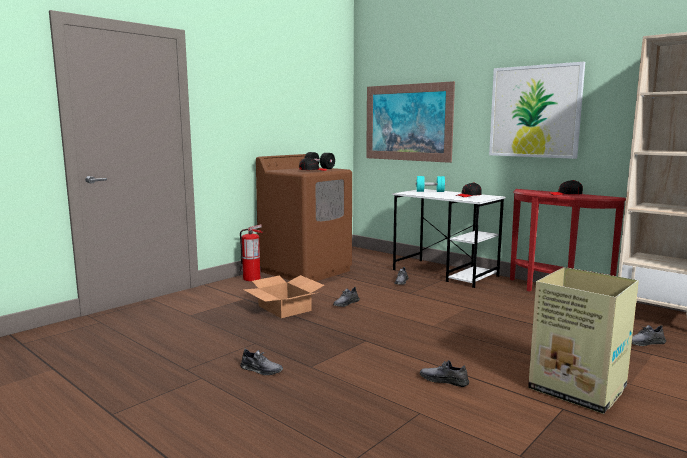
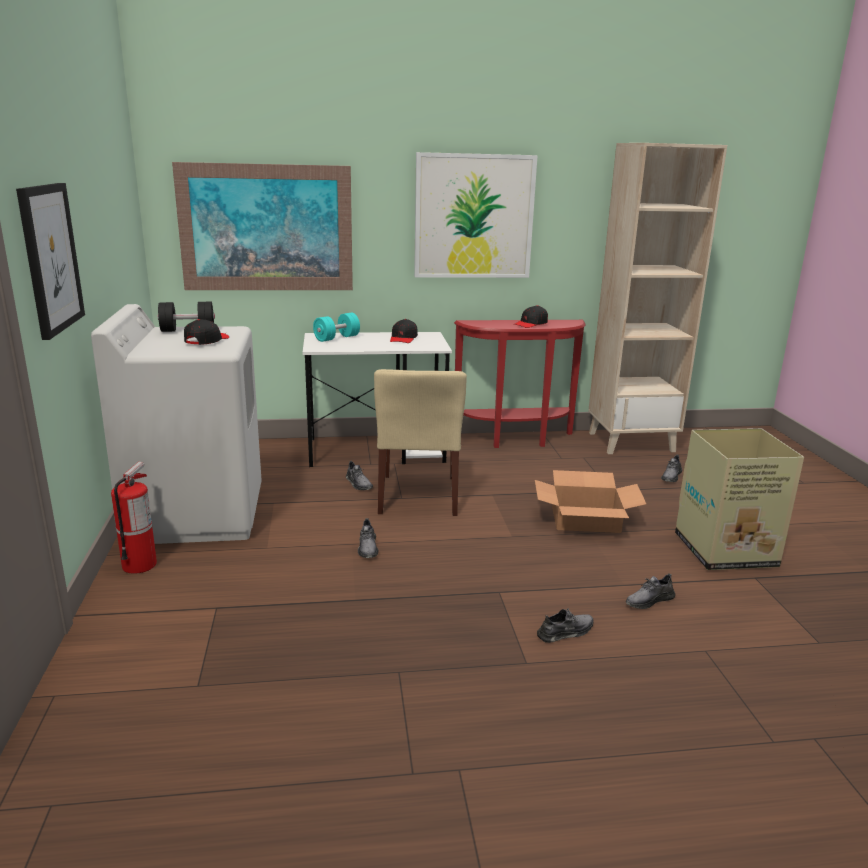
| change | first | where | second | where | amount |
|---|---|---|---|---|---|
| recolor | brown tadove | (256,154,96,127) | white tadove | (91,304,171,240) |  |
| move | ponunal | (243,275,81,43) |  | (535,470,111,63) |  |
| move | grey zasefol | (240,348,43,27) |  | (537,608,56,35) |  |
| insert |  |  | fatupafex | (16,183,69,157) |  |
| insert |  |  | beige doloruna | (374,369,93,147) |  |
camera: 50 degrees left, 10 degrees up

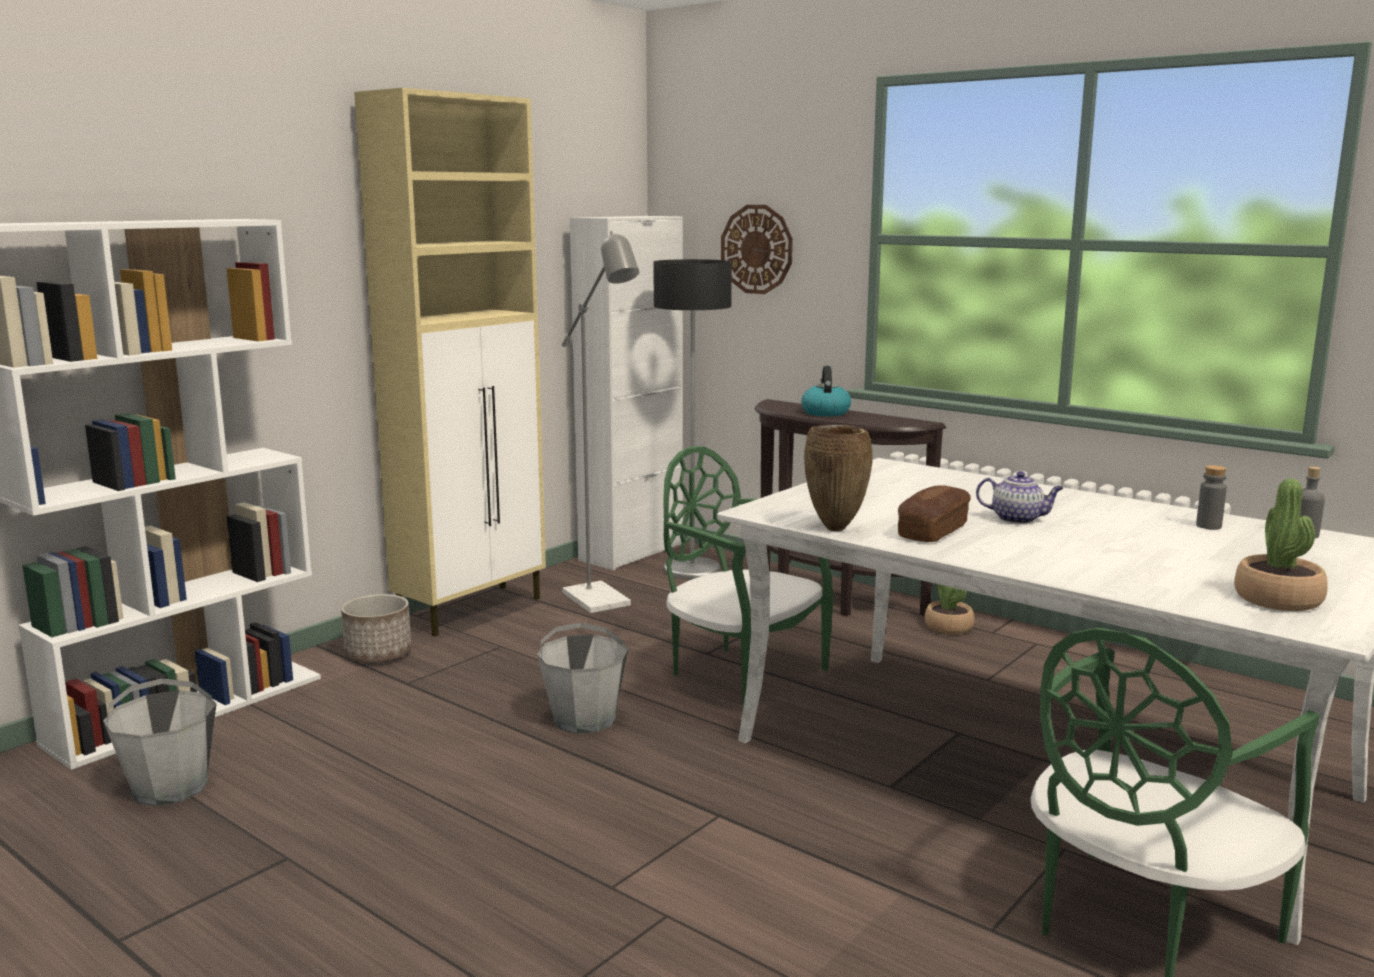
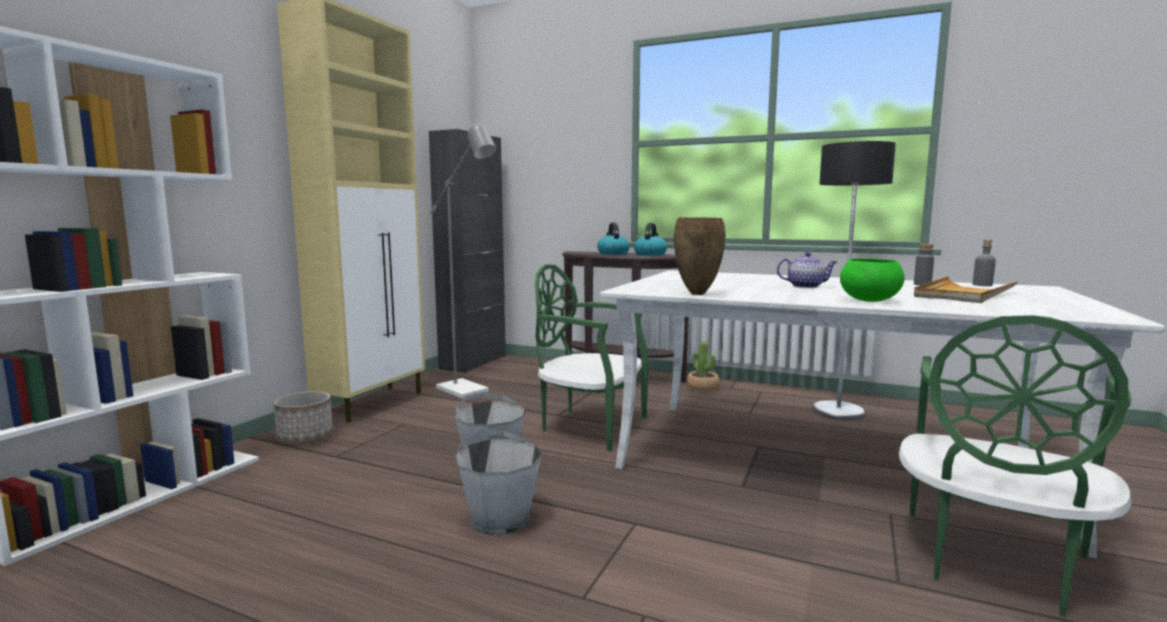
| change | first | where | second | where | amount |
|---|---|---|---|---|---|
| delete | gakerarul | (721,205,72,89) |  |  |  |
| recolor | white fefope | (570,216,113,354) | black fefope | (429,129,77,244) |  |
| move | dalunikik | (653,259,79,321) |  | (813,141,83,279) |  |
| delete | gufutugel | (1234,478,93,133) |  |  |  |
| delete | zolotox | (898,485,73,57) |  |  |  |
| move | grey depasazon | (103,678,114,128) |  | (455,430,87,105) |  |
| insert |  |  | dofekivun | (634,223,33,33) |  |
| insert |  |  | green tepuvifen | (840,258,65,44) |  |
| insert |  |  | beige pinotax | (914,276,105,27) |  |
camera: 15 degrees left, 5 degrees down

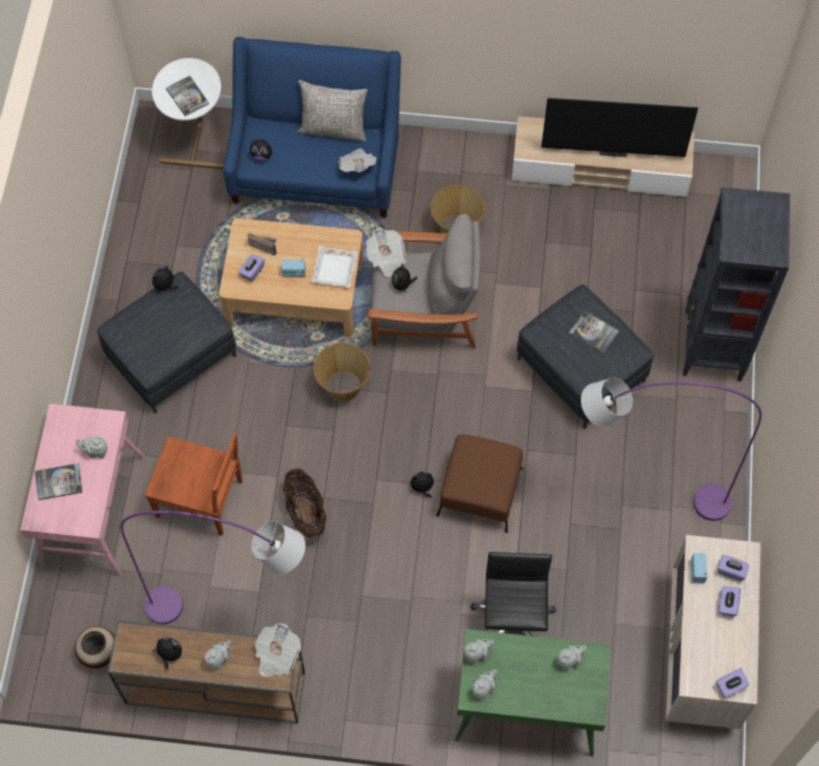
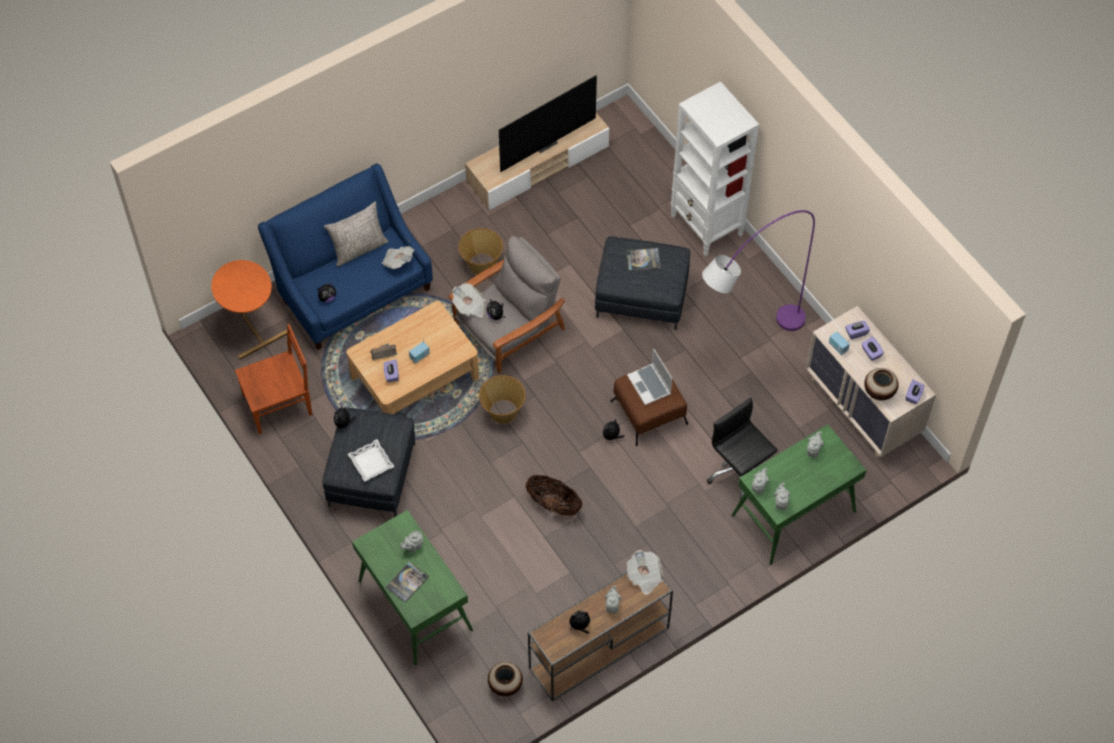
| change | first | where | second | where | amount |
|---|---|---|---|---|---|
| recolor | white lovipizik | (152,58,72,111) | orange lovipizik | (211,260,76,100) |  |
| delete | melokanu | (166,76,43,40) |  |  |  |
| recolor | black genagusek | (683,187,107,194) | white genagusek | (670,81,89,175) |  |
| move | white pinotax | (311,246,46,42) |  | (348,439,46,43) |  |
| recolor | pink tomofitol | (20,404,125,172) | green tomofitol | (352,510,121,155) |  |
| move | brown doloruna | (145,432,98,104) |  | (235,324,77,110) |  |
| delete | purple dalunikik | (121,511,184,113) |  |  |  |
| insert |  |  | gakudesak | (627,349,45,56) |  |
| insert |  |  | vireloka | (864,368,35,32) |  |
camera: 40 degrees left, 5 degrees down

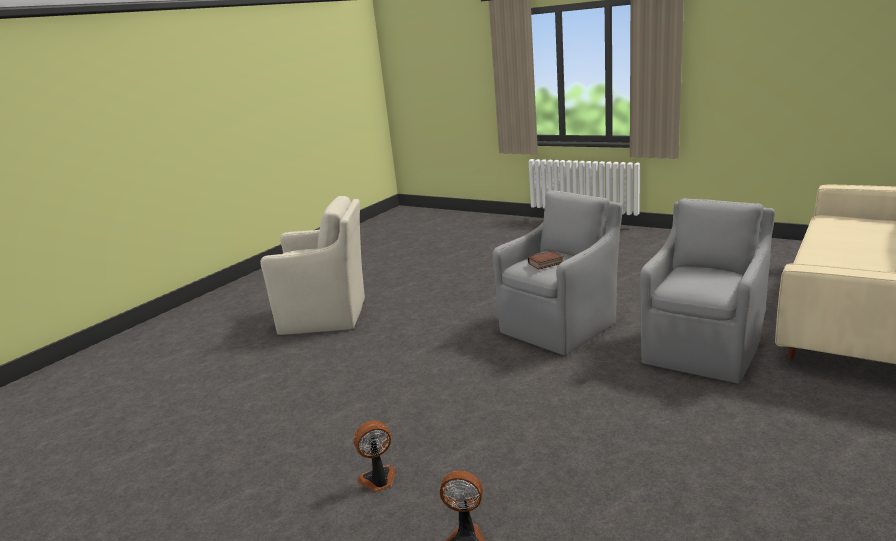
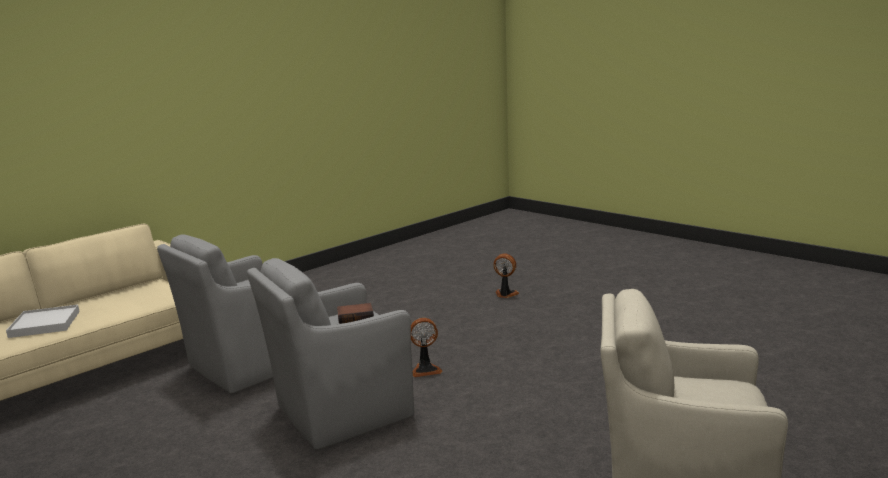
| change | first | where | second | where | amount |
|---|---|---|---|---|---|
| move | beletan | (353,420,42,72) |  | (411,318,32,59) |  |
| insert |  |  | white pinotax | (6,305,74,33) |  |
camera: 170 degrees left, 5 degrees down

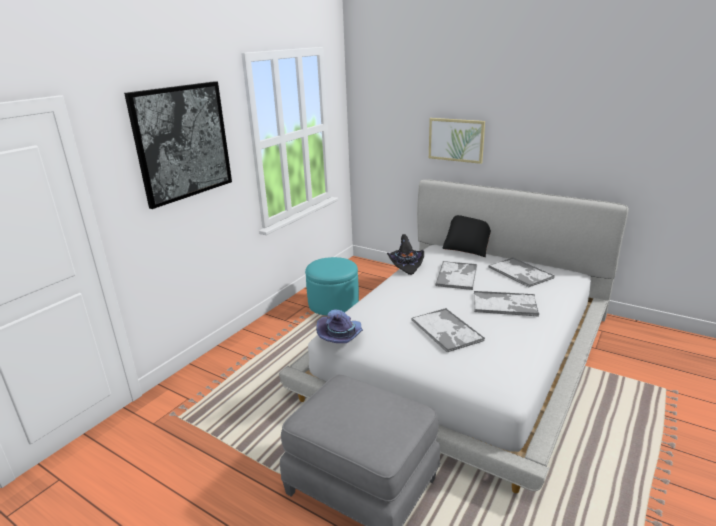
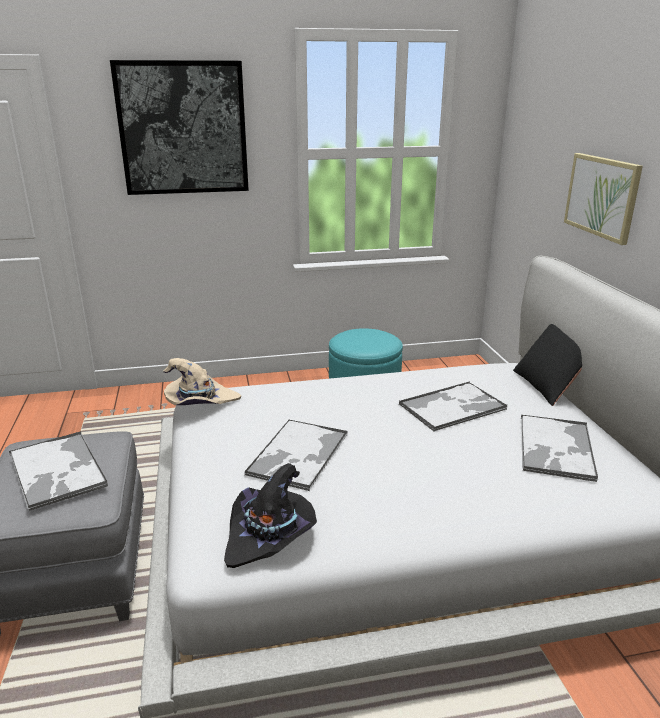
| change | first | where | second | where | amount |
|---|---|---|---|---|---|
| move | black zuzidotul | (387,234,37,41) |  | (224,463,93,105) |  |
| move | pinotax | (474,291,65,26) |  | (9,431,99,80) |  |
| recolor | purple zuzidotul | (316,309,47,34) | beige zuzidotul | (163,358,78,47) |  |
camera: 45 degrees right, 0 degrees up

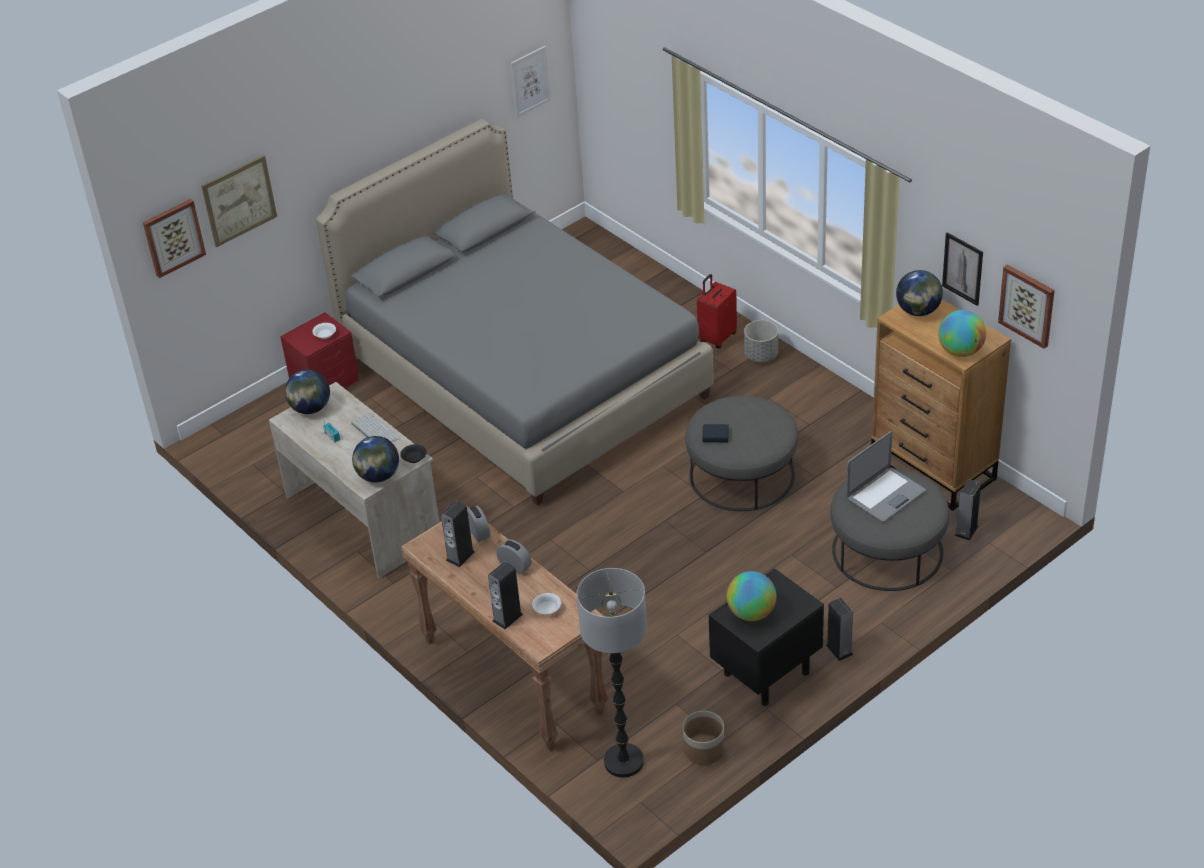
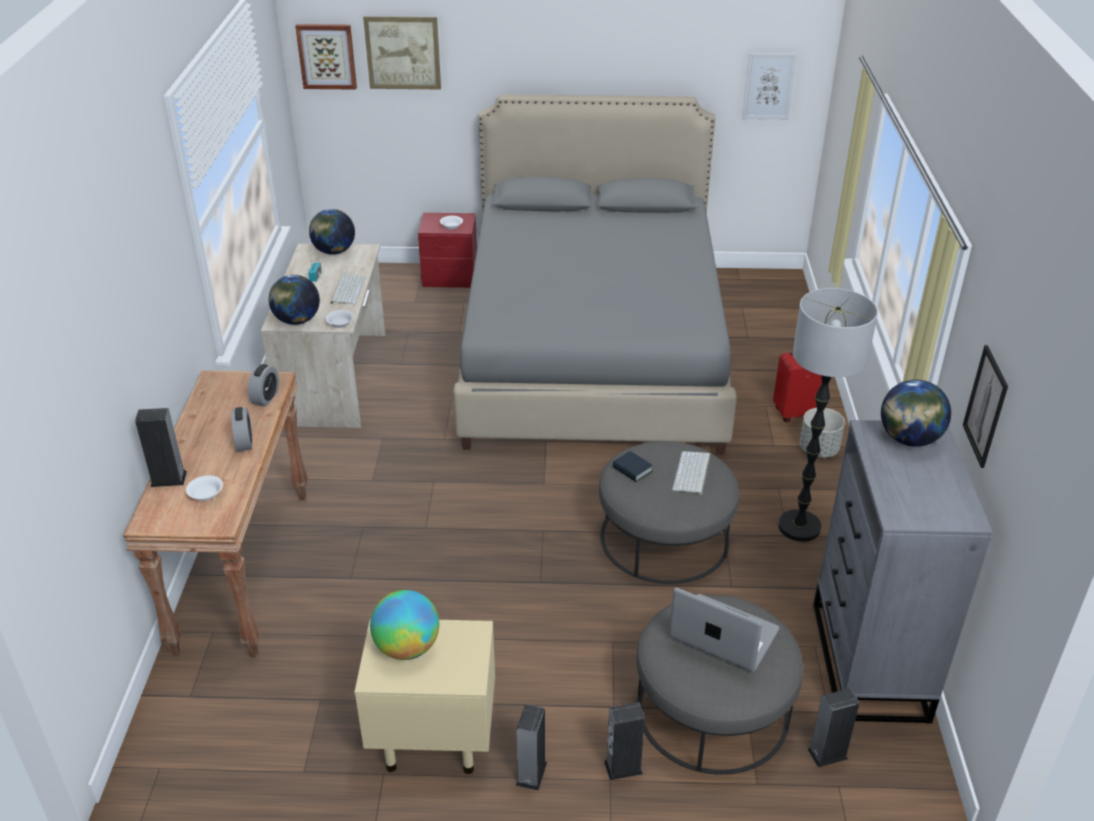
| change | first | where | second | where | amount |
|---|---|---|---|---|---|
| delete | fatupafex | (998,264,57,85) |  |  |  |
| recolor | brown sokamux | (871,300,140,211) | grey sokamux | (813,420,180,303) |  |
| delete | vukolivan | (938,310,48,47) |  |  |  |
| rotate | gakudesak | (846,431,80,91) |  | (669,587,110,85) | 150 degrees counterclockwise |
| recolor | black tepuvifen | (400,444,27,19) | white tepuvifen | (325,310,29,18) |  |
| move | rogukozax | (441,500,34,67) |  | (604,703,41,77) |  |
| move | dalunikik | (577,568,70,210) |  | (778,288,100,254) |  |
| recolor | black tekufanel | (709,568,115,138) | beige tekufanel | (355,618,140,156) |  |
| delete | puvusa | (682,711,43,54) |  |  |  |
| insert |  |  | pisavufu | (672,451,39,44) |  |
camera: 40 degrees right, 5 degrees down

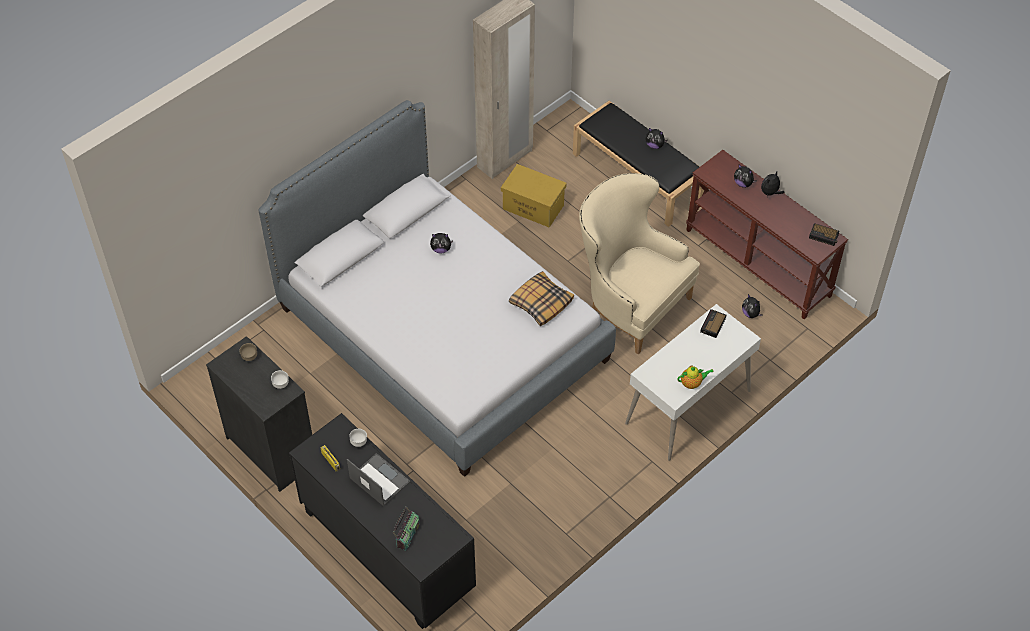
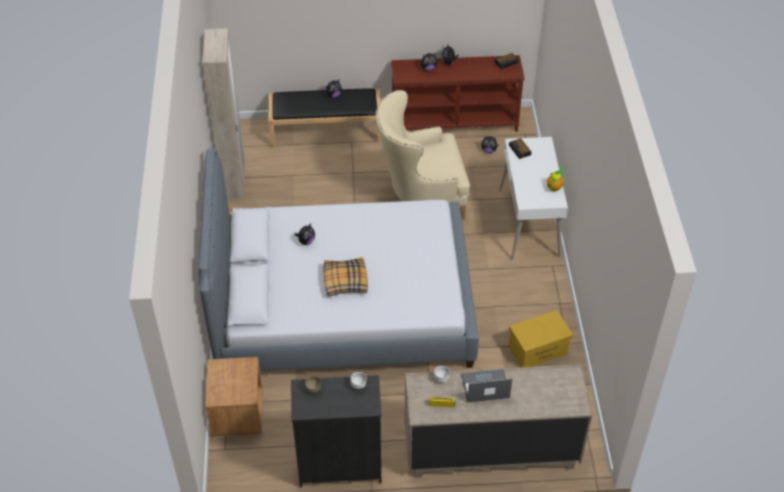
| change | first | where | second | where | amount |
|---|---|---|---|---|---|
| move | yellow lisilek | (501,164,66,64) |  | (509,310,64,57) |  |
| move | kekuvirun | (509,271,65,55) |  | (324,257,44,39) |  |
| recolor | black sokamux | (289,413,187,216) | beige sokamux | (404,364,188,114) |  |
| delete | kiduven | (393,506,27,45) |  |  |  |
| insert |  |  | brown tekufanel | (205,357,58,79) |  |
camera: 50 degrees left, 5 degrees down

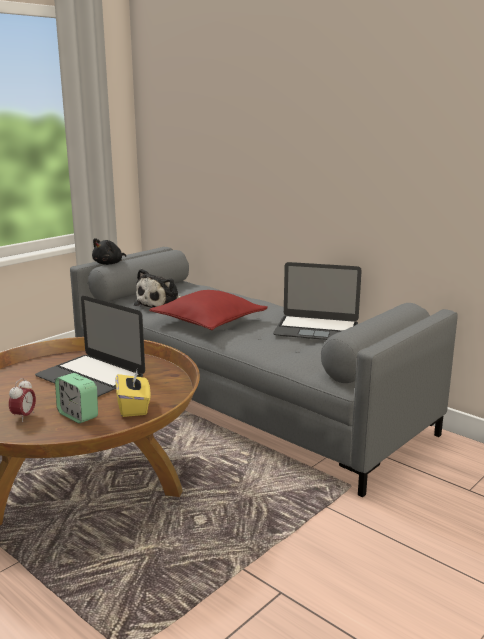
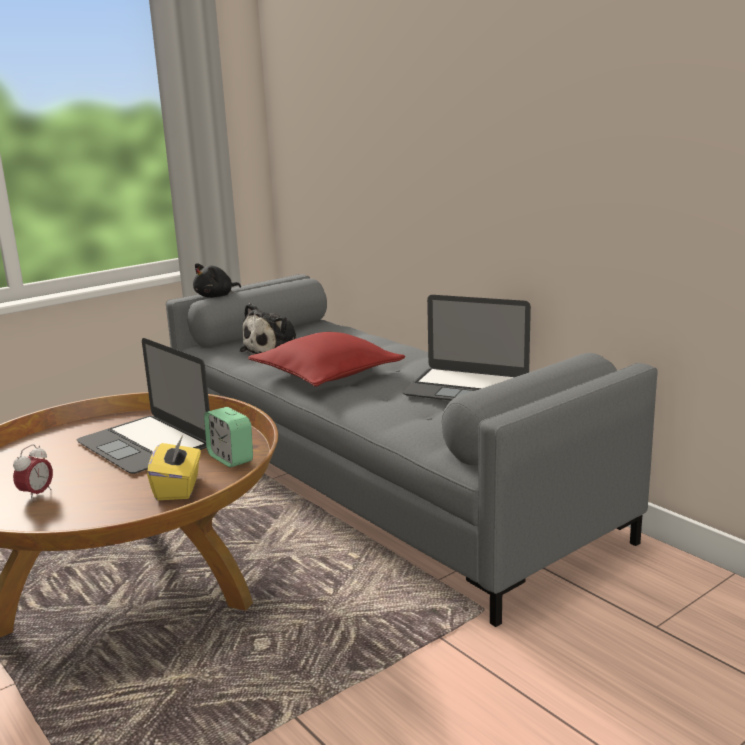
| change | first | where | second | where | amount |
|---|---|---|---|---|---|
| move | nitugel | (55,373,43,50) |  | (204,407,49,60) |  |
camera: 10 degrees right, 0 degrees up

